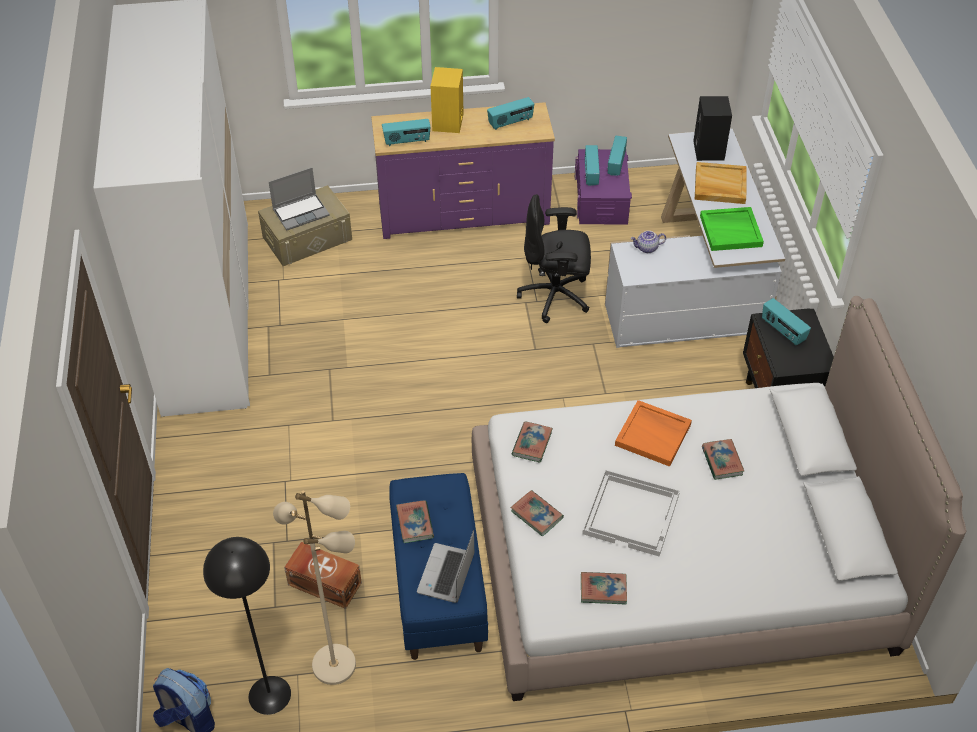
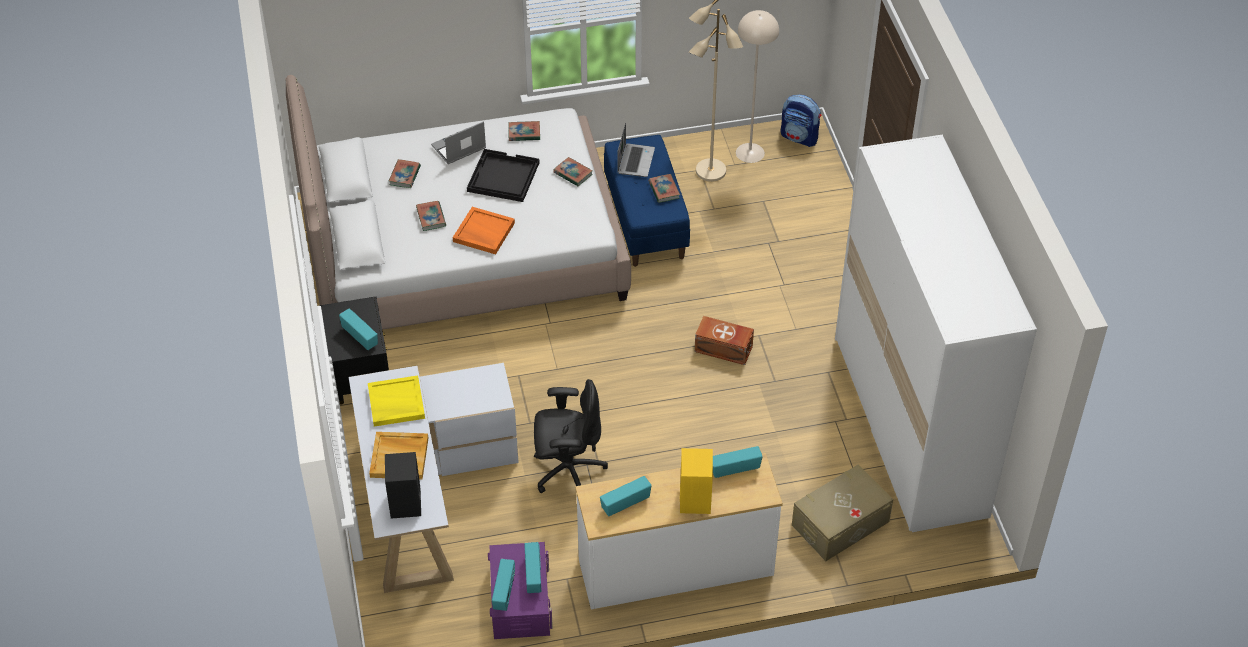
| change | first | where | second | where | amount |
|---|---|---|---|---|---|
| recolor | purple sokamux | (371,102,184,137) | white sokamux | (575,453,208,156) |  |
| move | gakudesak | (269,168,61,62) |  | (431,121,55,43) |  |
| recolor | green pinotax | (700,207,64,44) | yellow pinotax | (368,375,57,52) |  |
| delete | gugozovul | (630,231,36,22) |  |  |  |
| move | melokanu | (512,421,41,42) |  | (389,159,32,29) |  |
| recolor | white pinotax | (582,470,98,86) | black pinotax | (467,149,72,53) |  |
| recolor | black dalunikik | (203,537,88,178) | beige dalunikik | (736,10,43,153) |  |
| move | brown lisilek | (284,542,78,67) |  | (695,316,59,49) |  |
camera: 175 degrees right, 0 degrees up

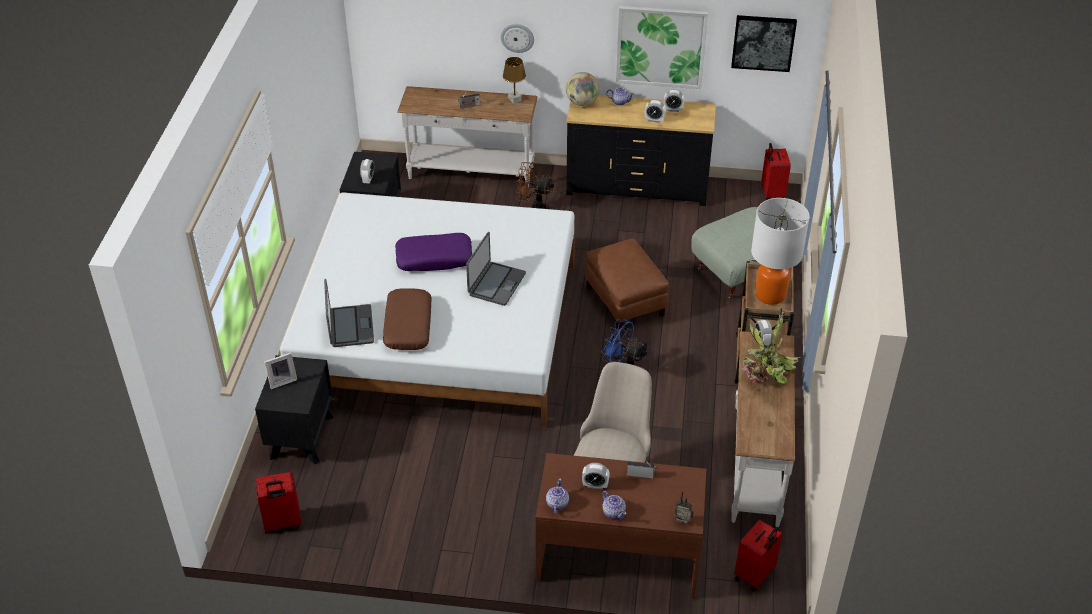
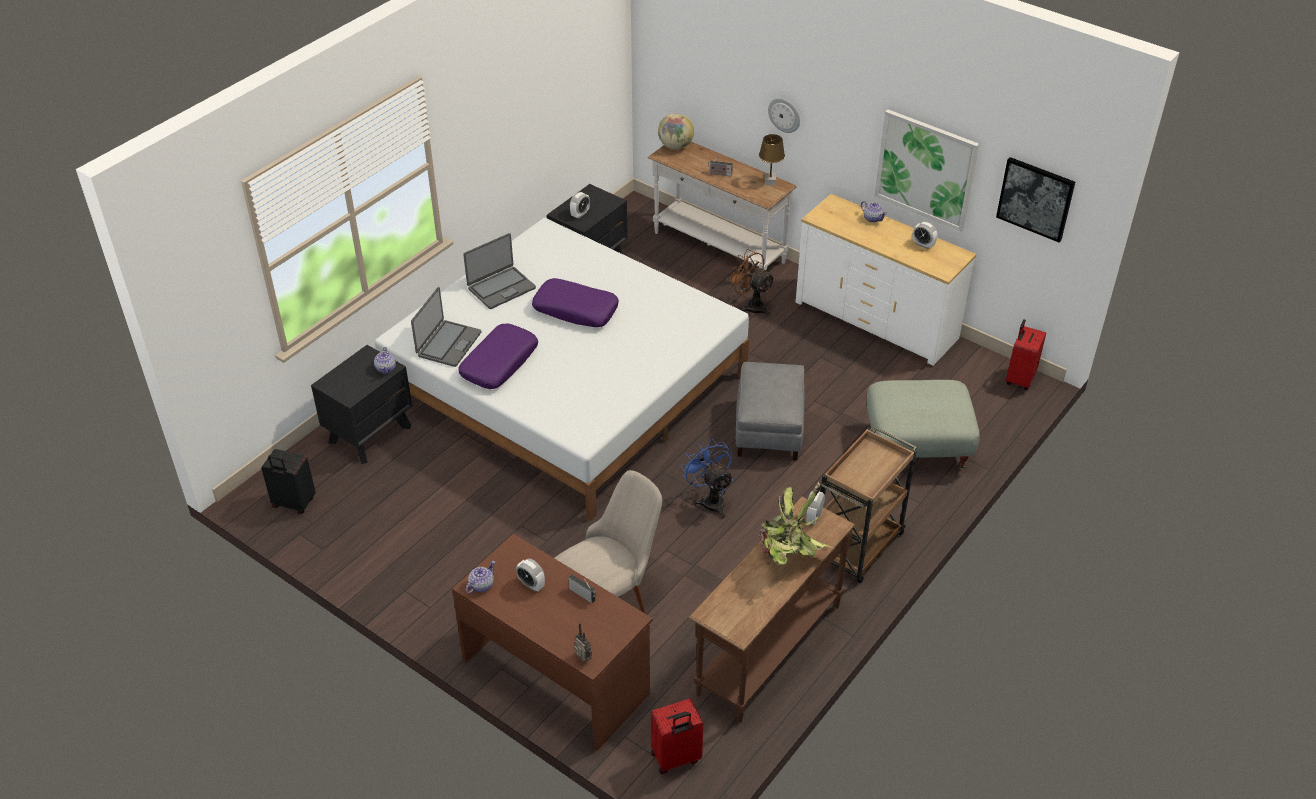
| change | first | where | second | where | amount |
|---|---|---|---|---|---|
| move | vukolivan | (566,72,33,34) |  | (658,113,36,37) |  |
| recolor | black sokamux | (566,95,150,111) | white sokamux | (796,194,180,172) |  |
| delete | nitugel | (645,100,21,23) |  |  |  |
| delete | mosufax | (751,198,59,107) |  |  |  |
| move | gakudesak | (466,232,60,74) |  | (463,233,73,76) |  |
| recolor | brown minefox | (585,238,84,91) | grey minefox | (736,362,69,98) |  |
| recolor | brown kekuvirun | (383,288,49,62) | purple kekuvirun | (458,323,80,66) |  |
| recolor | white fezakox | (731,331,64,196) | brown fezakox | (688,496,167,227) |  |
| delete | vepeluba | (264,352,33,37) |  |  |  |
| recolor | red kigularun | (256,472,45,62) | black kigularun | (261,449,55,65) |  |
| move | gugozovul | (602,491,25,28) |  | (374,347,22,27) |  |
camera: 30 degrees right, 0 degrees up

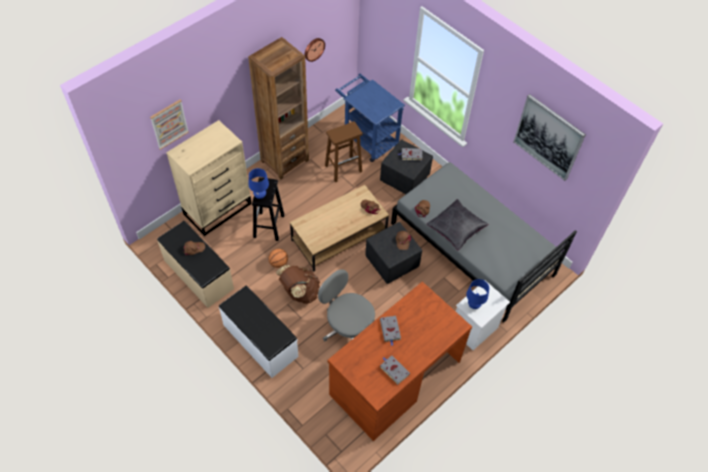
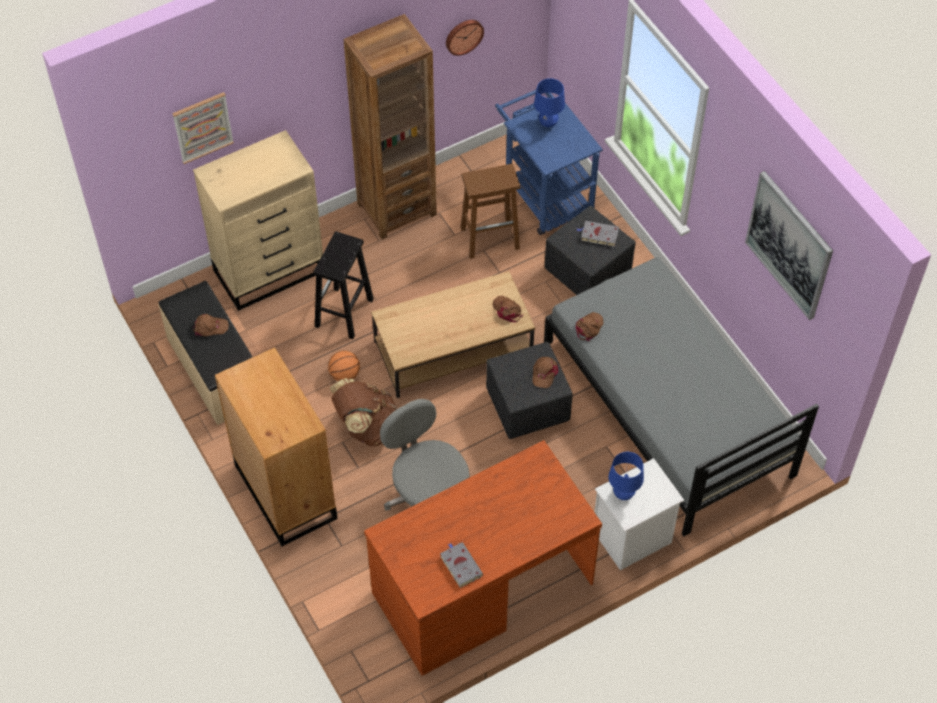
| change | first | where | second | where | amount |
|---|---|---|---|---|---|
| move | blue mosufax | (249,168,20,31) |  | (534,78,31,49) |  |
| delete | black kekuvirun | (427,199,61,51) |  |  |  |
| replace | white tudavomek | (219,286,79,92) | brown sokamux | (215,347,123,200) |  |
| delete | grey melokanu | (380,316,21,30) |  |  |  |
camera: 15 degrees right, 0 degrees up

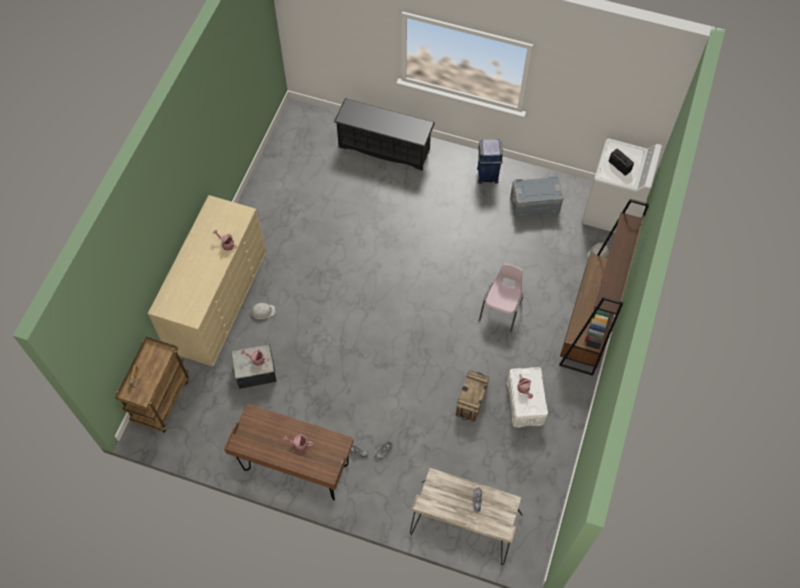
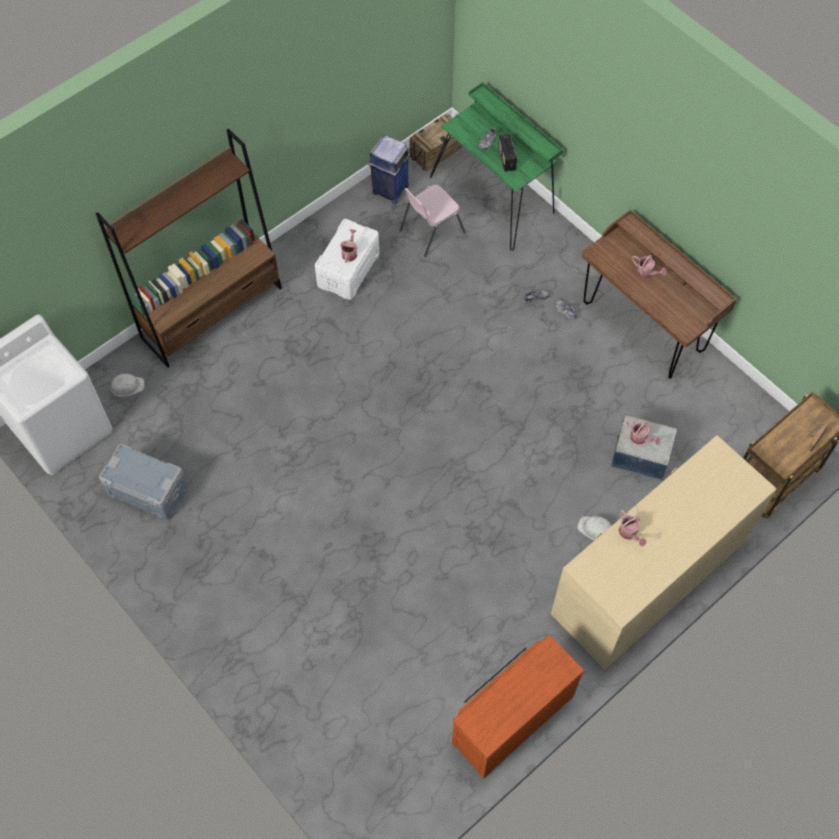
| change | first | where | second | where | amount |
|---|---|---|---|---|---|
| delete | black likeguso | (334,98,101,73) |  |  |  |
| move | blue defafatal | (477,139,26,45) |  | (368,135,42,69) |  |
| move | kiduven | (609,149,25,27) |  | (498,134,19,38) |  |
| move | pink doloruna | (479,263,44,69) |  | (400,185,65,72) |  |
| move | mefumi | (456,371,34,51) |  | (409,113,54,58) |  |
| recolor | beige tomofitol | (410,468,113,97) | green tomofitol | (430,82,133,169) |  |
| insert |  |  | brown sokamux | (452,635,132,144) |  |
camera: 150 degrees left, 0 degrees up

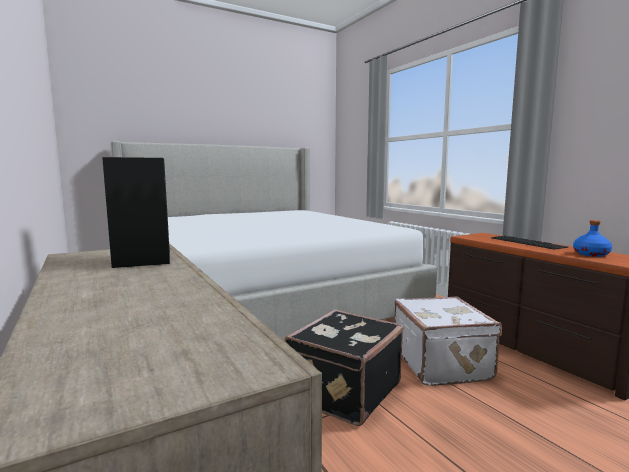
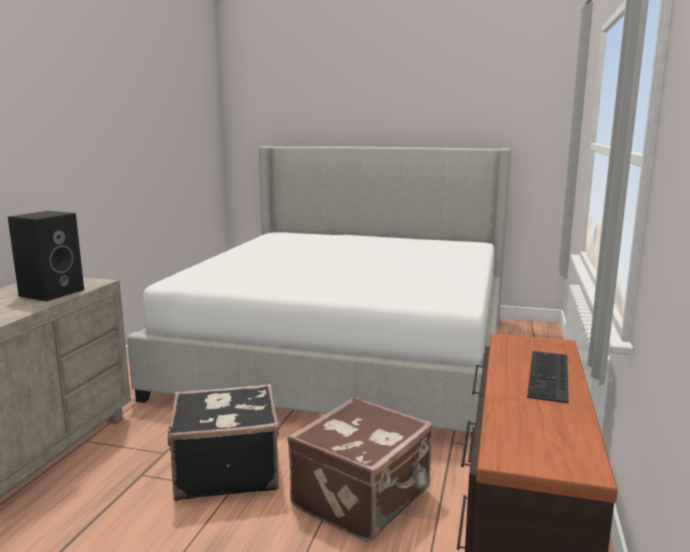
| change | first | where | second | where | amount |
|---|---|---|---|---|---|
| delete | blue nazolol | (573,220,39,37) |  |  |  |
| recolor | white kigularun | (394,296,108,90) | brown kigularun | (287,397,146,145) |  |
camera: 45 degrees right, 5 degrees up

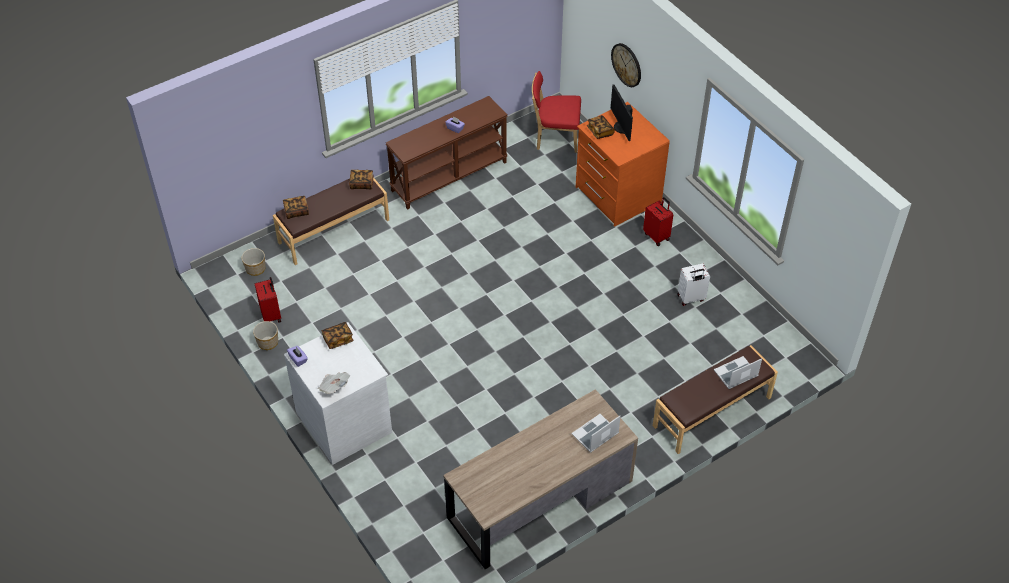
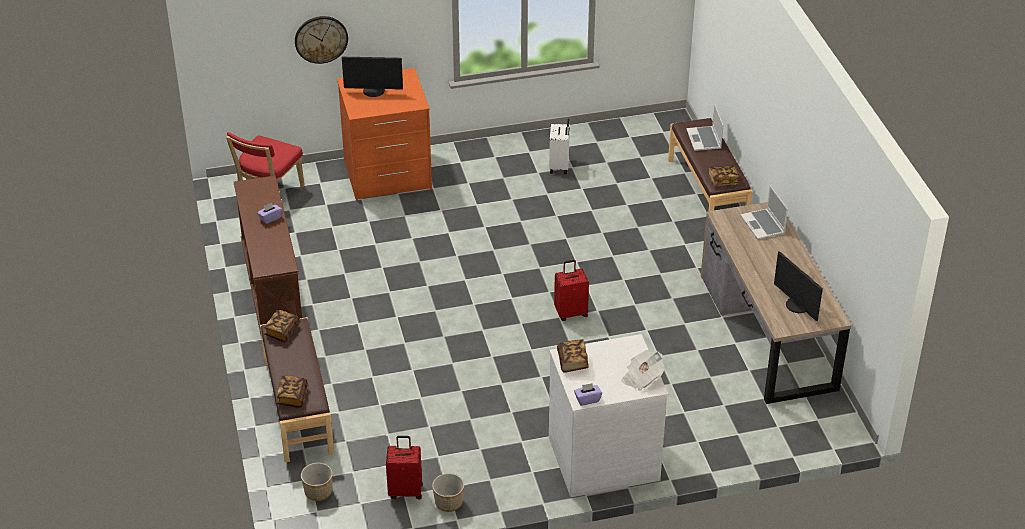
| change | first | where | second | where | amount |
|---|---|---|---|---|---|
| move | melokanu | (587,115,28,24) |  | (709,166,31,20) |  |
| move | red kigularun | (643,197,30,49) |  | (554,260,35,61) |  |
| insert |  |  | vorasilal | (774,252,49,69) |  |
camera: 70 degrees left, 10 degrees down

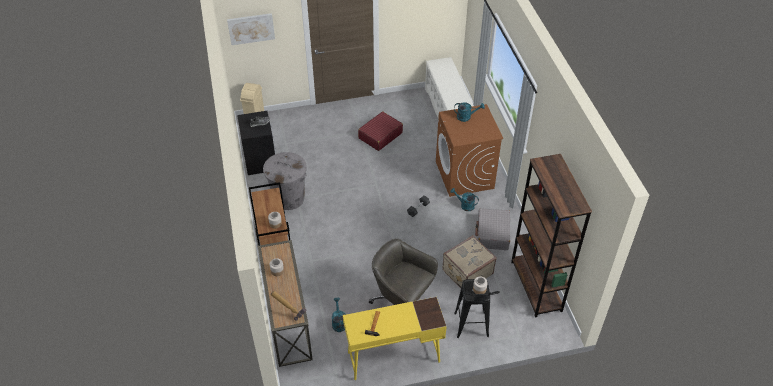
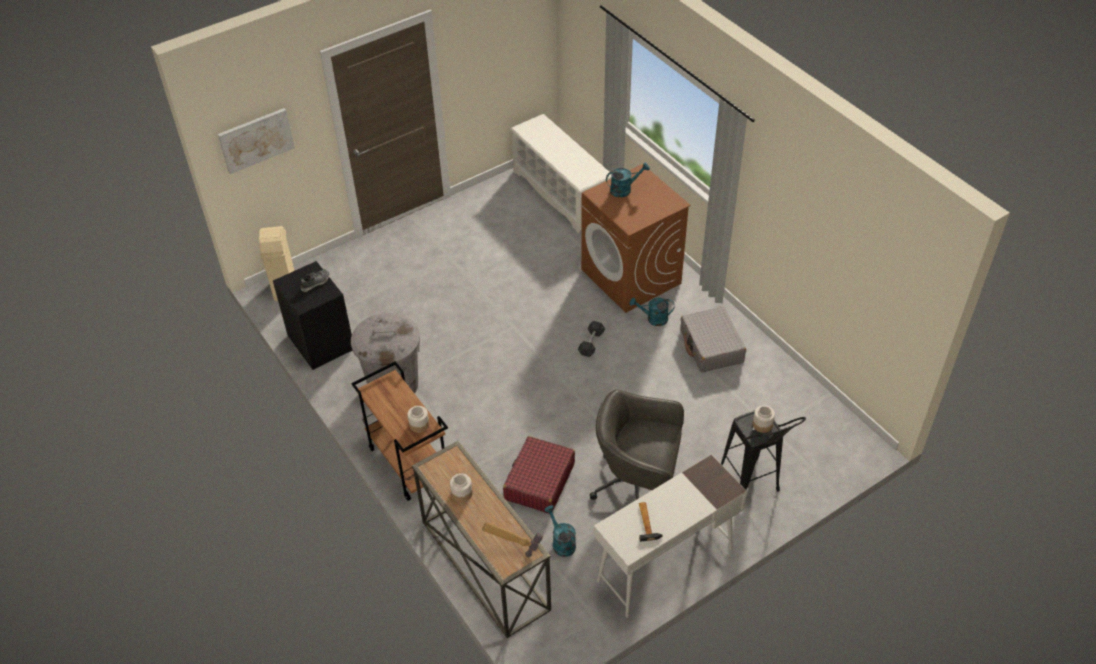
| change | first | where | second | where | amount |
|---|---|---|---|---|---|
| move | red kigularun | (358,112,45,39) |  | (503,436,72,78) |  |
| delete | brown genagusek | (511,154,81,163) |  |  |  |
| delete | beige kigularun | (442,235,55,53) |  |  |  |
| recolor | yellow tomofitol | (343,297,104,83) | white tomofitol | (594,455,153,163) |  |
camera: 20 degrees left, 0 degrees up

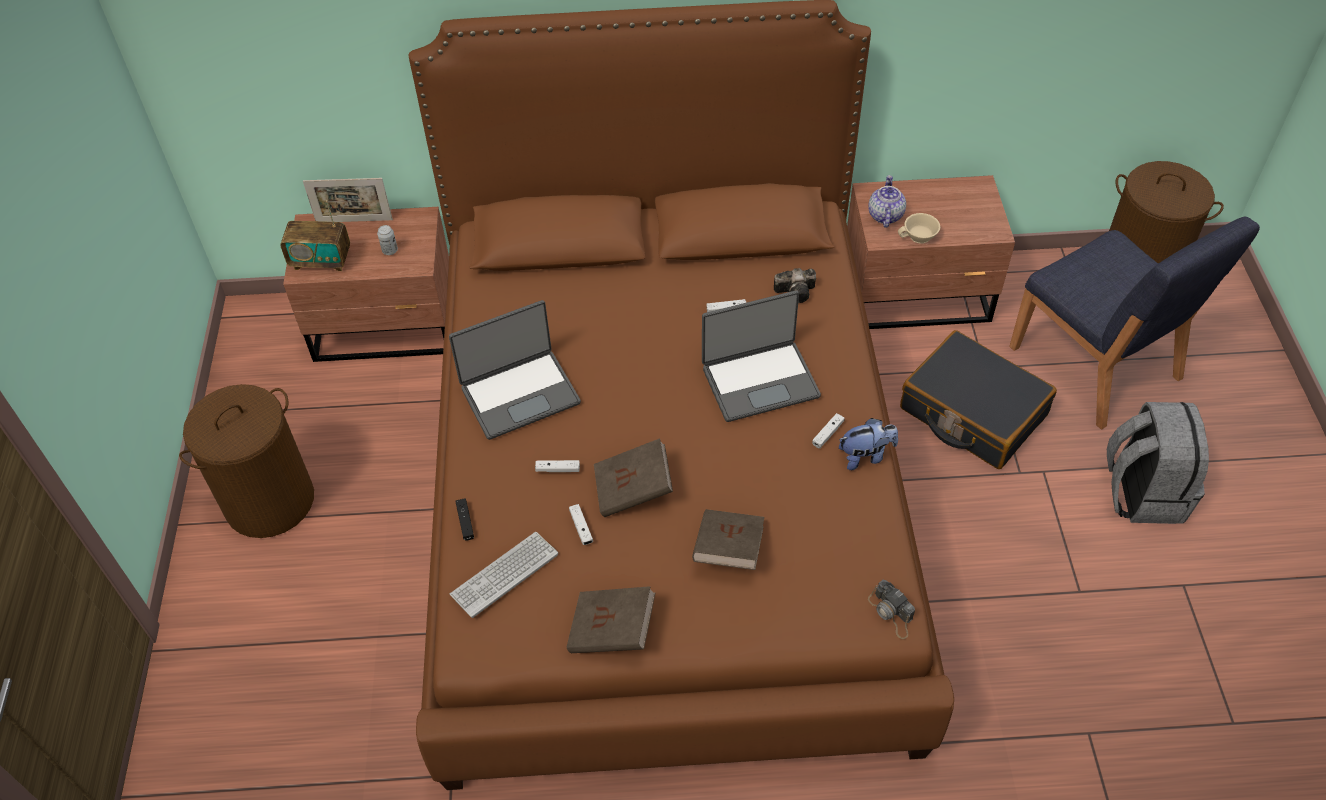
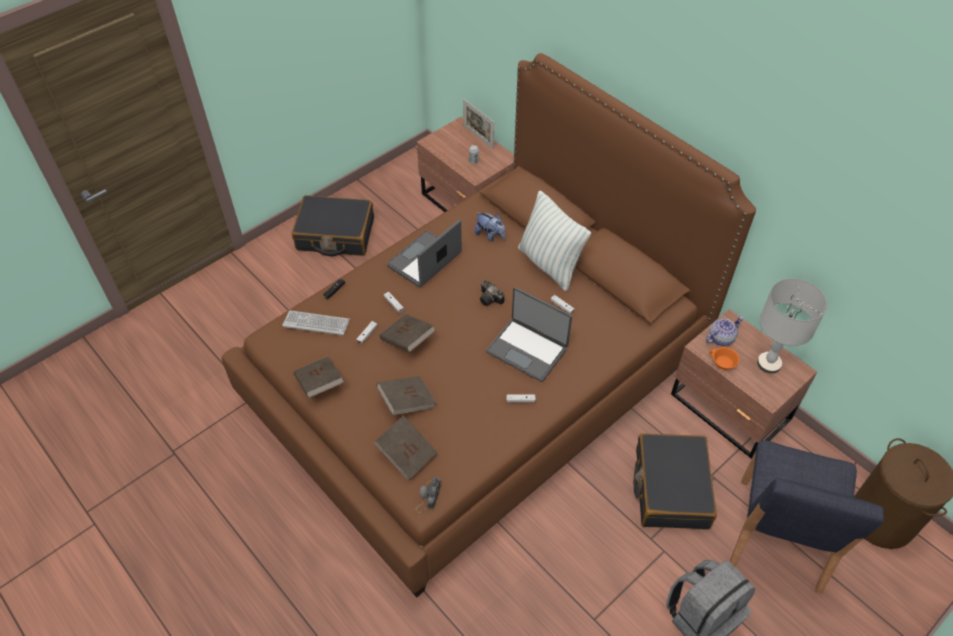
| change | first | where | second | where | amount |
|---|---|---|---|---|---|
| delete | kiduven | (281,200,69,71) |  |  |  |
| recolor | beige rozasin | (898,213,42,31) | orange rozasin | (710,347,30,23) |  |
| move | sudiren | (774,268,42,35) |  | (480,280,24,26) |  |
| rotate | gakudesak | (449,300,132,140) |  | (387,220,75,67) | 105 degrees clockwise |
| replace | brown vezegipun | (179,384,135,154) | black kigularun | (292,195,82,61) |  |
| move | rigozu | (839,418,59,52) |  | (475,212,30,29) |  |
| insert |  |  | kekuvirun | (518,190,73,101) |  |
| insert |  |  | grey mosufax | (757,278,70,96) |  |
| insert |  |  | brown melokanu | (374,415,64,65) |  |
camera: 50 degrees right, 0 degrees up

